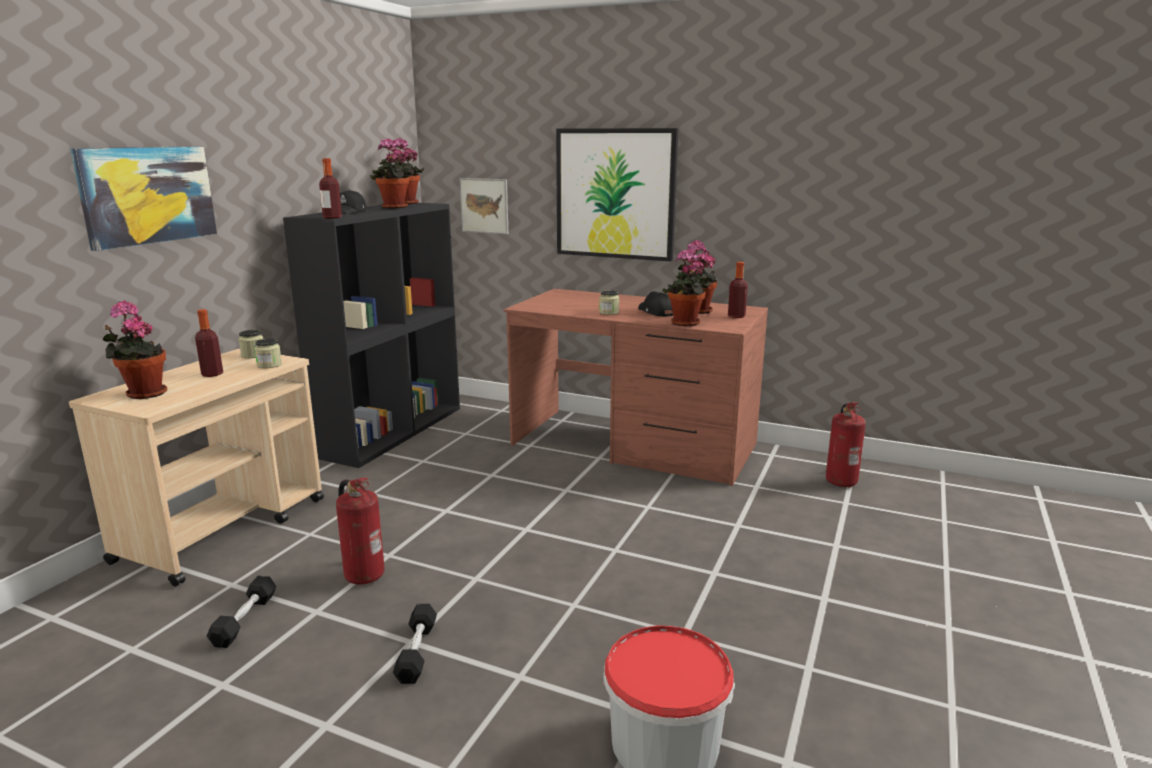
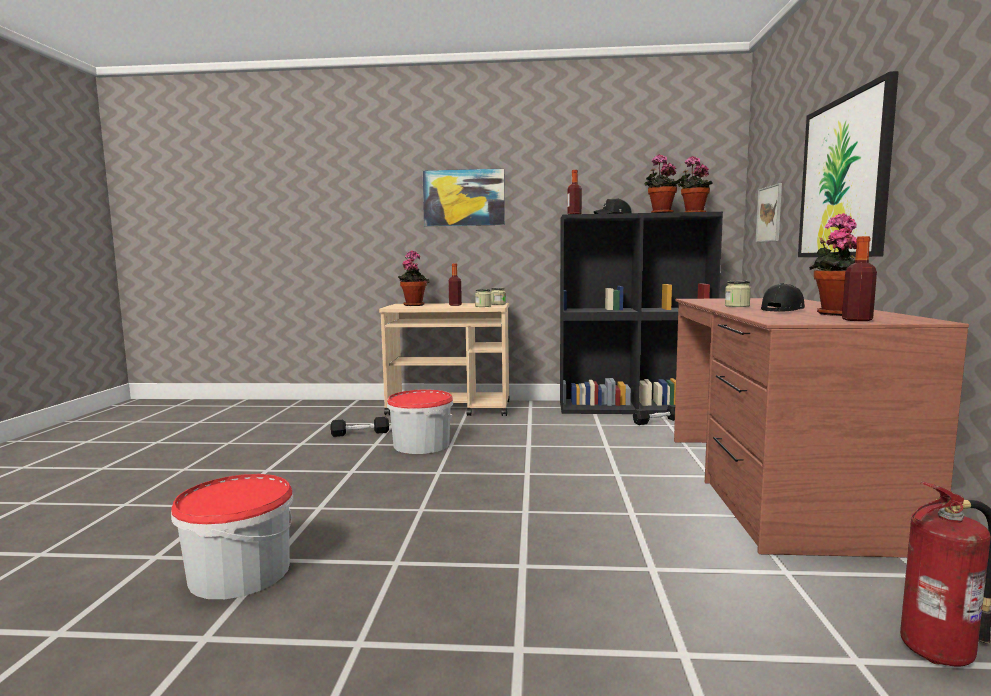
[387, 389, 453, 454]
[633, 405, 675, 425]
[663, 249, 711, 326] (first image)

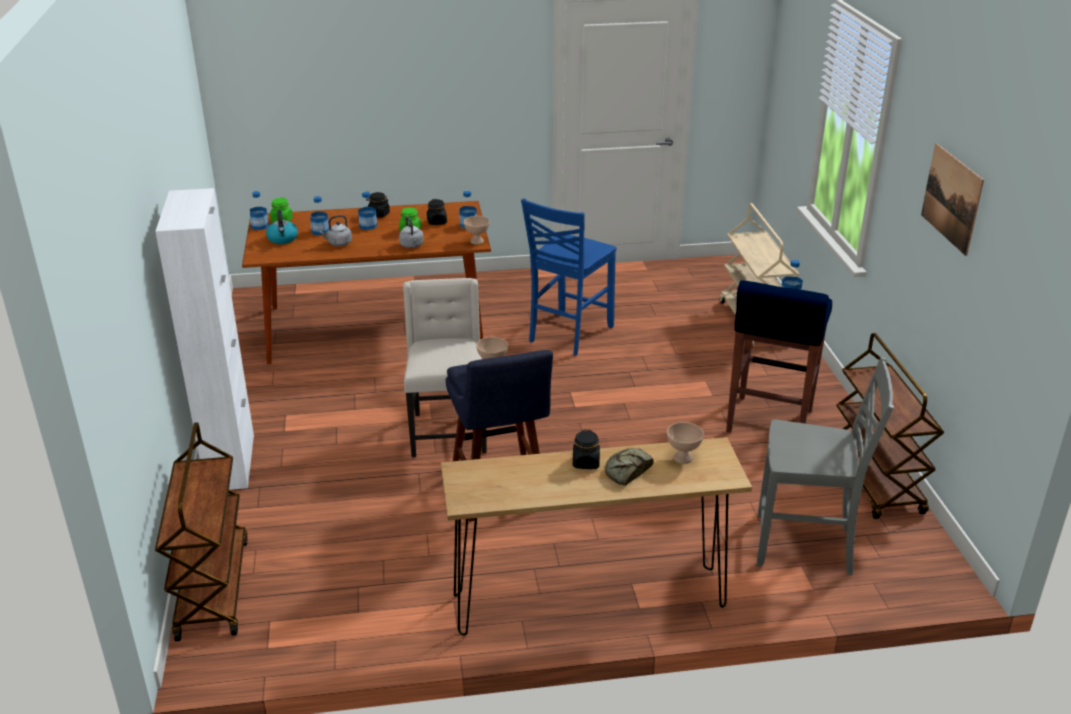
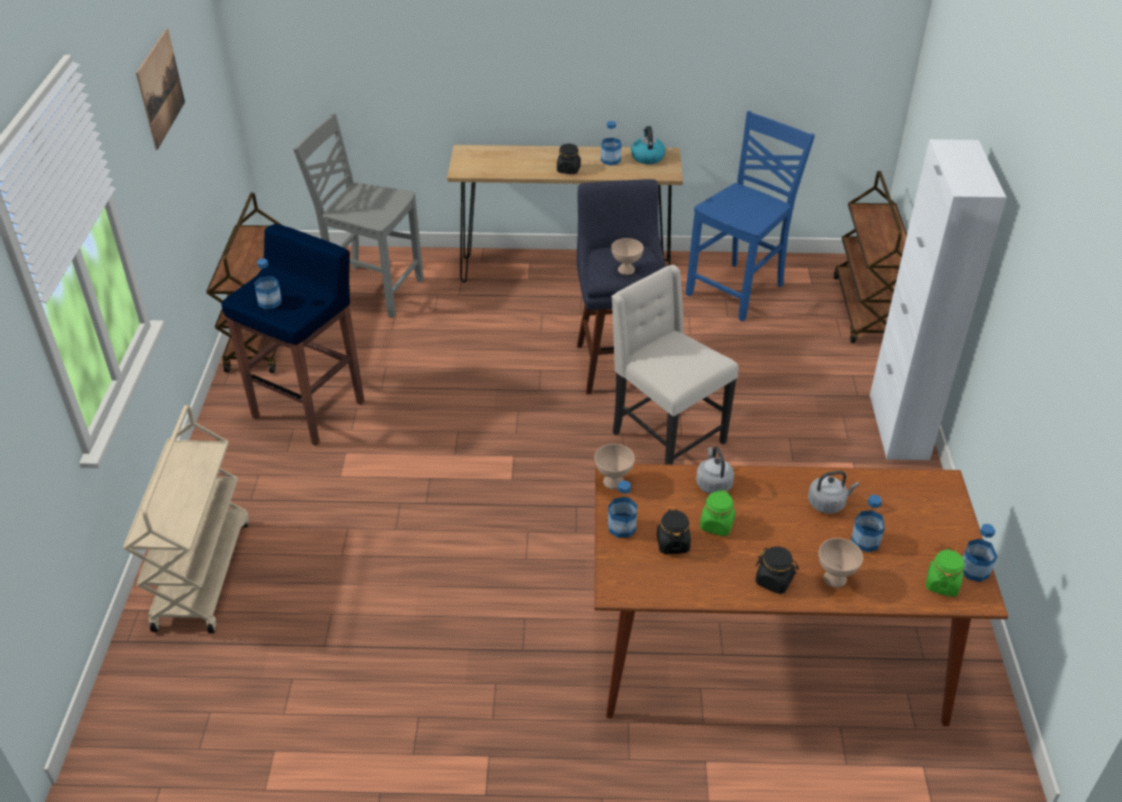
[631, 126, 665, 164]
[601, 121, 621, 166]
[612, 265, 739, 465]
[686, 111, 815, 322]
[605, 448, 654, 486] (first image)
[819, 538, 863, 588]

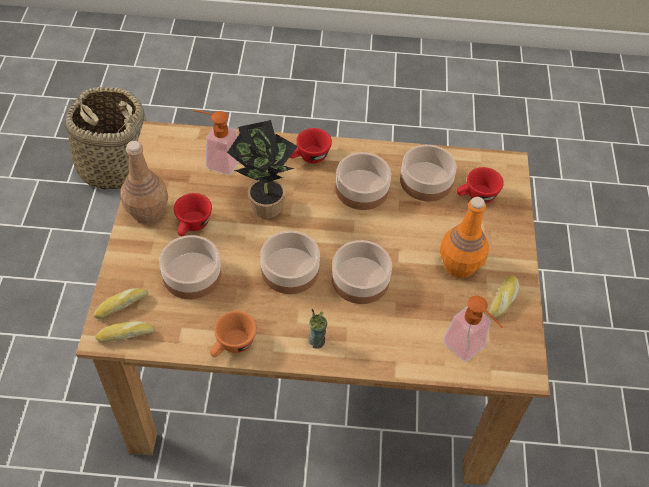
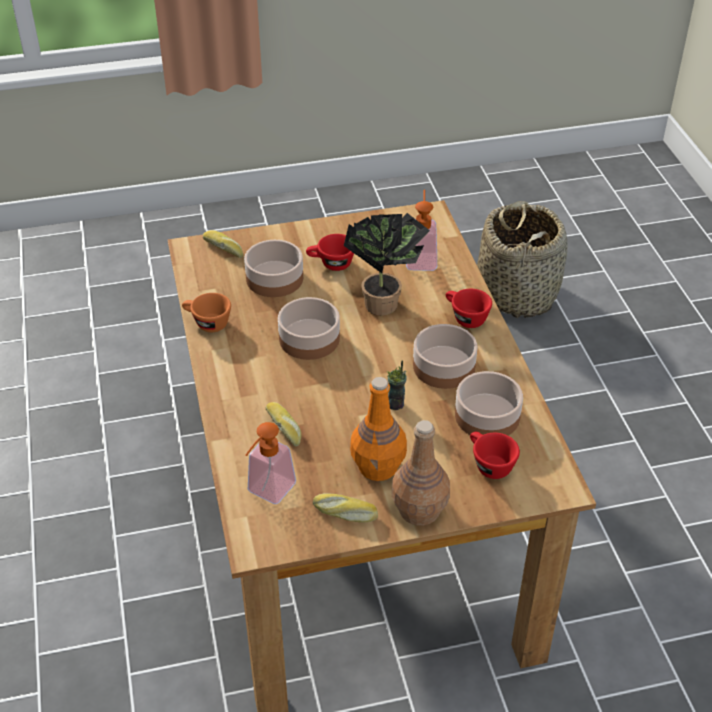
[265, 402, 301, 447]
[392, 420, 450, 526]
[387, 361, 407, 410]
[332, 240, 392, 304] (first image)

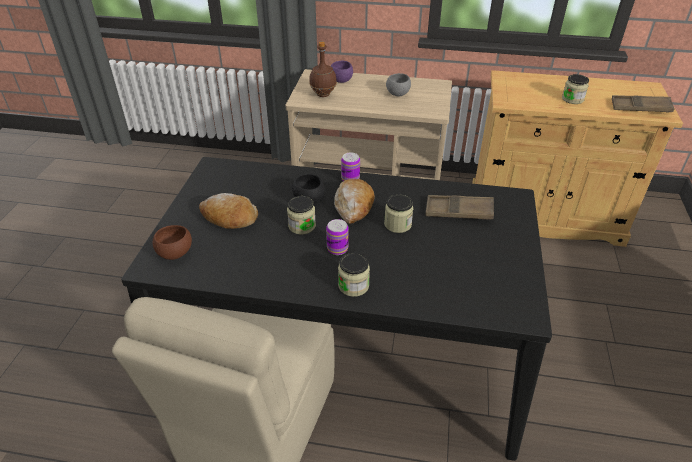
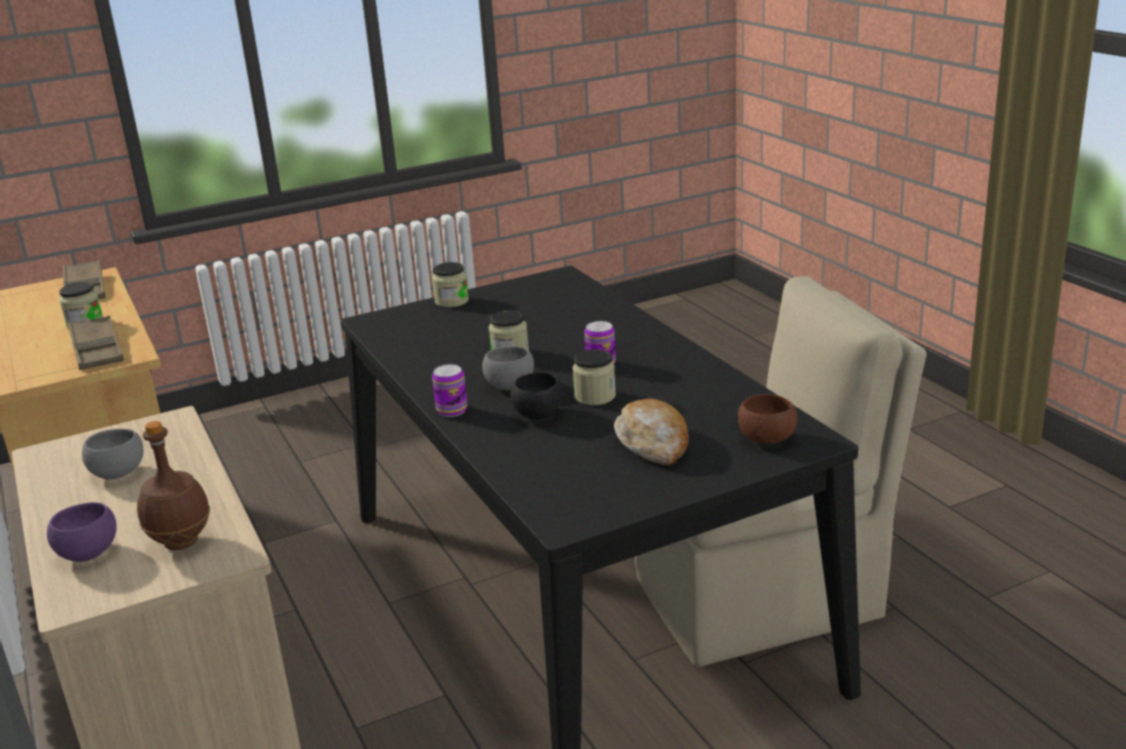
[482, 346, 534, 390]
[432, 262, 469, 308]
[68, 315, 124, 370]

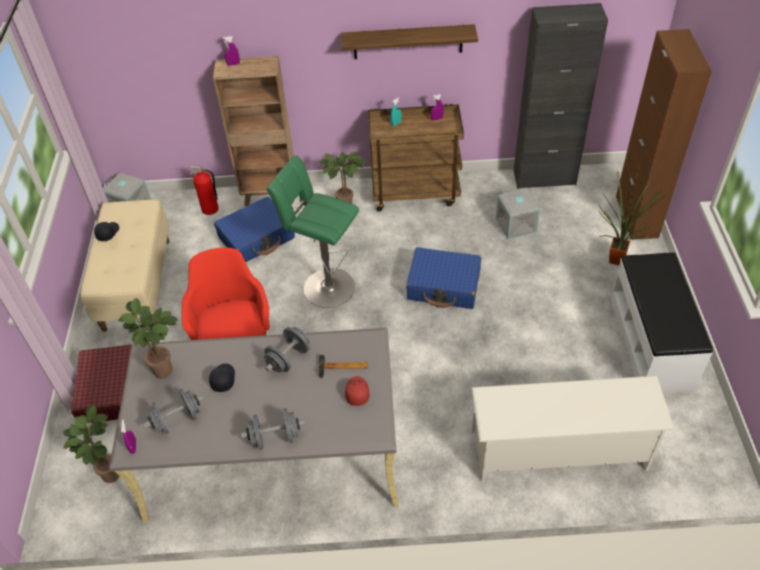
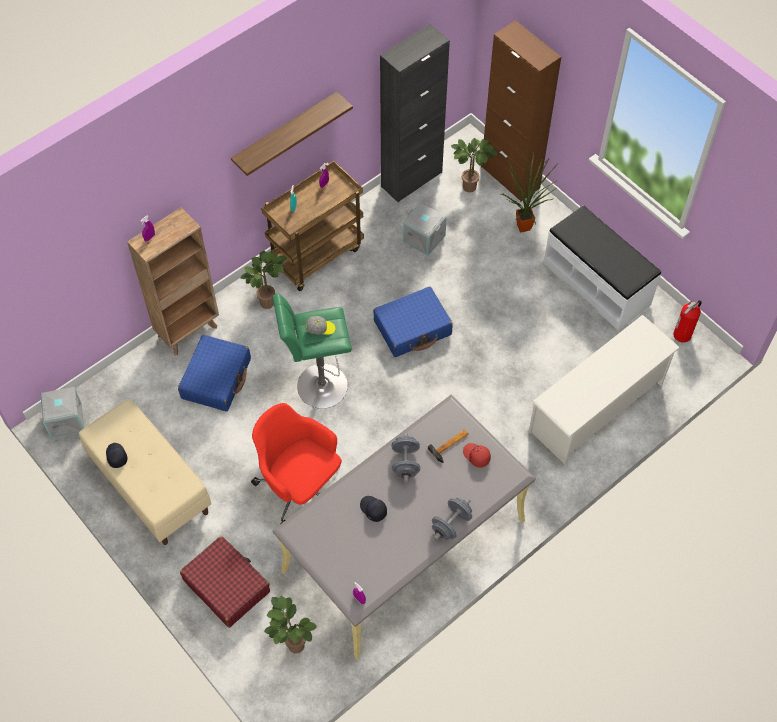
[451, 138, 497, 193]
[143, 389, 204, 434] (first image)
[673, 300, 702, 343]
[306, 316, 335, 335]

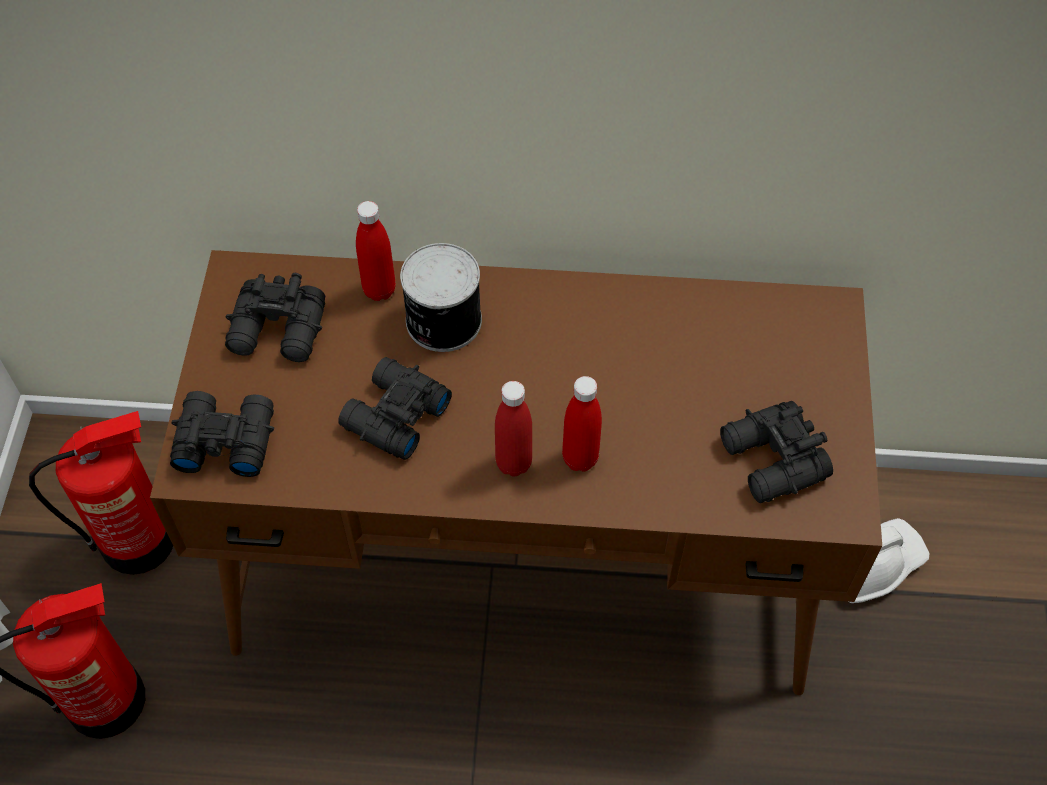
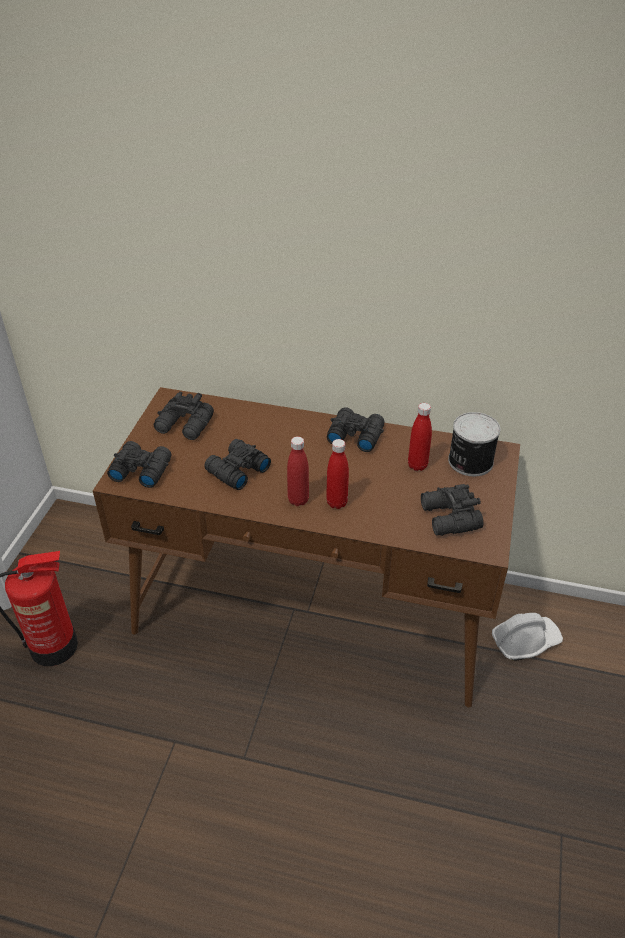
[29, 411, 173, 575] (first image)
[408, 403, 432, 471]
[448, 412, 500, 476]
[327, 407, 385, 452]

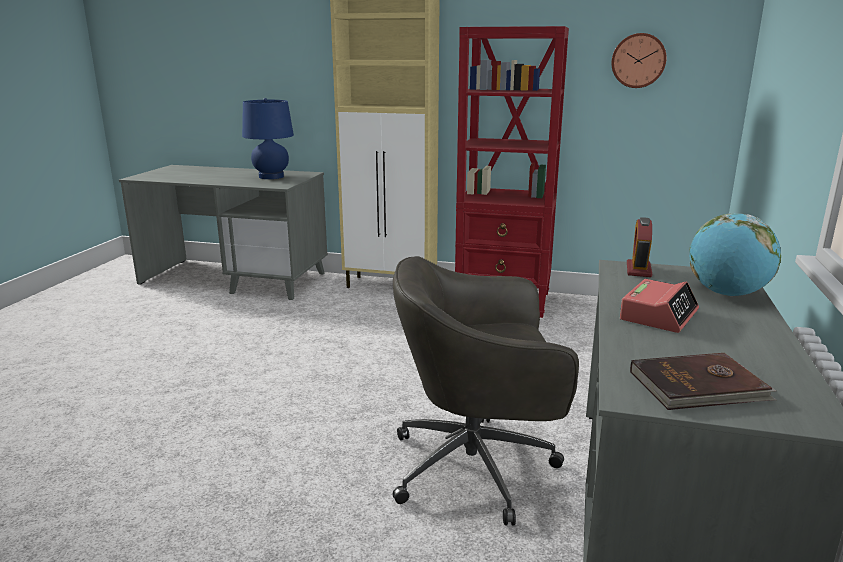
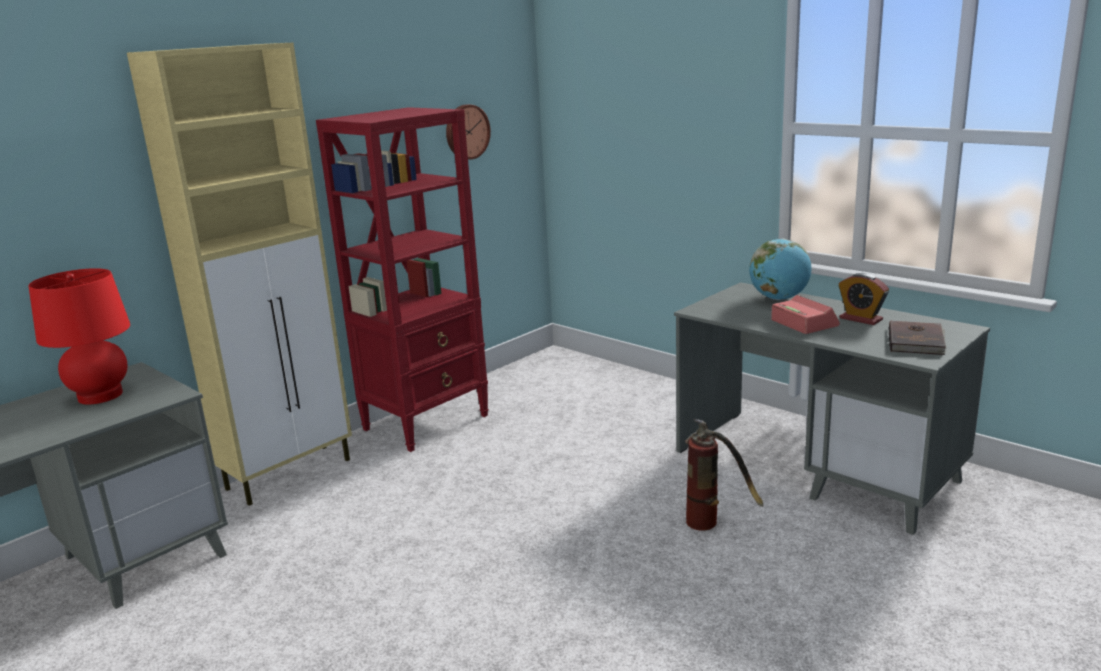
[28, 268, 130, 404]
[686, 419, 763, 531]
[838, 273, 889, 325]

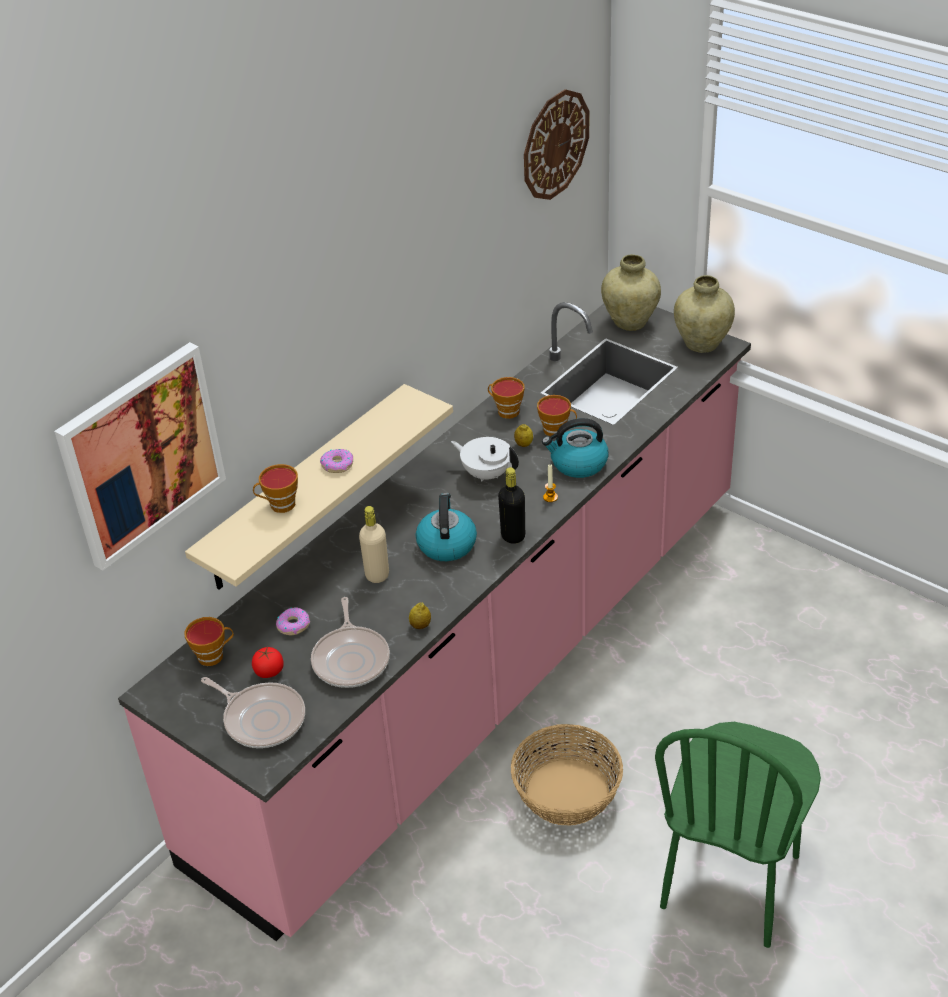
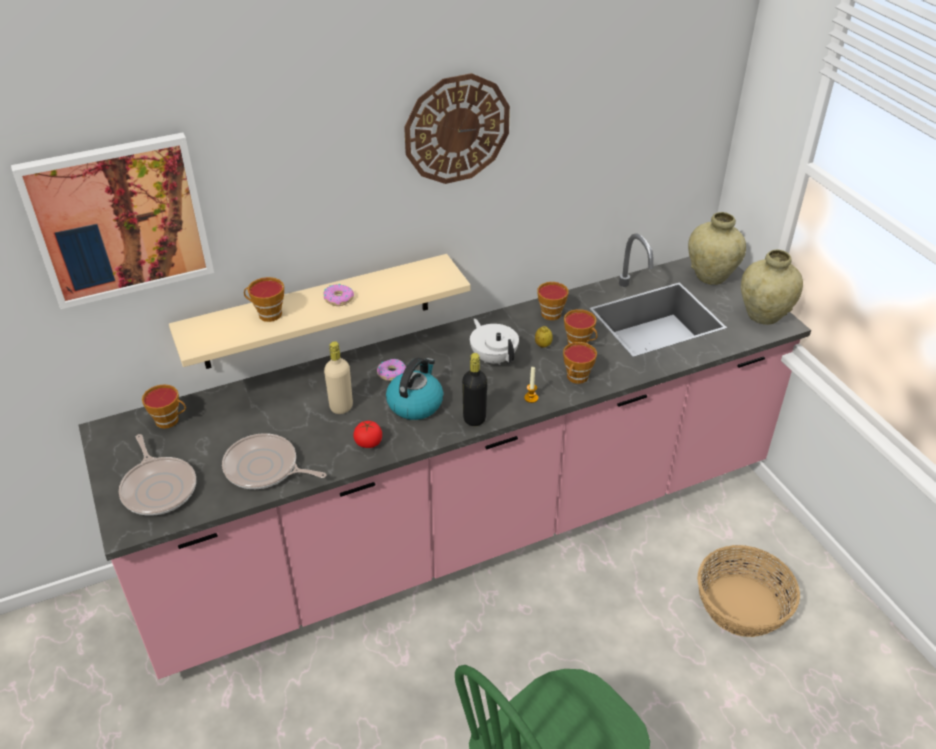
[353, 421, 382, 448]
[377, 359, 406, 381]
[222, 433, 327, 489]
[409, 603, 431, 629] (first image)
[697, 545, 800, 637]
[404, 73, 510, 184]
[563, 342, 597, 384]

